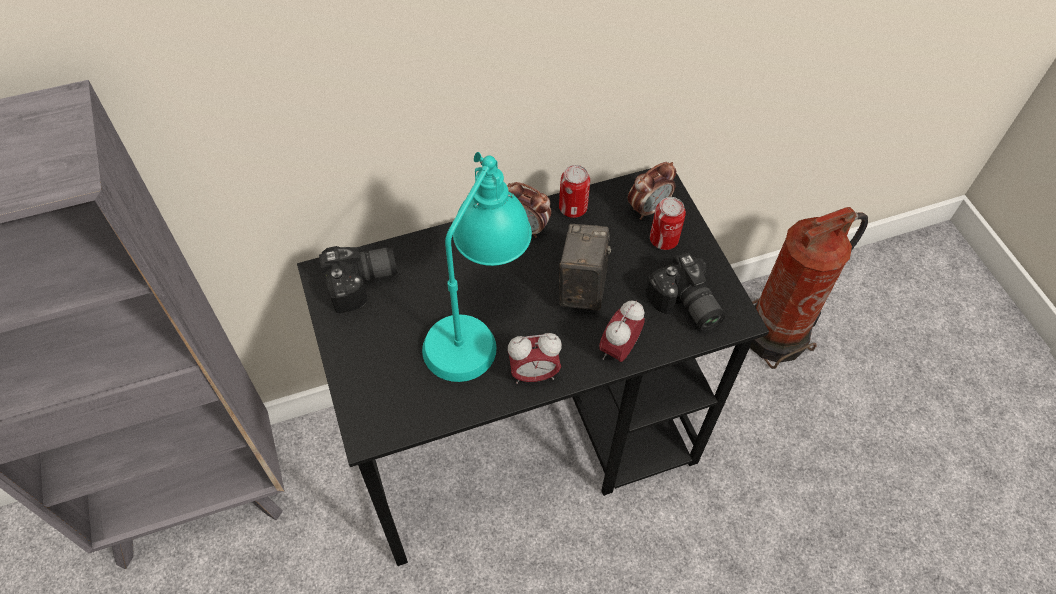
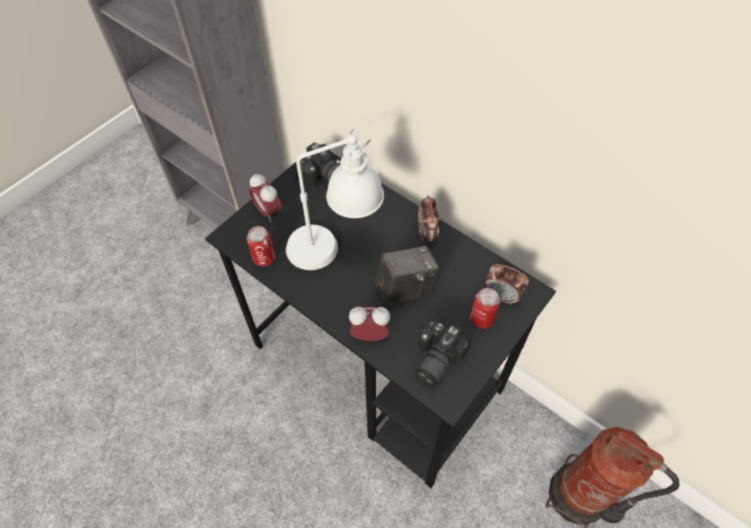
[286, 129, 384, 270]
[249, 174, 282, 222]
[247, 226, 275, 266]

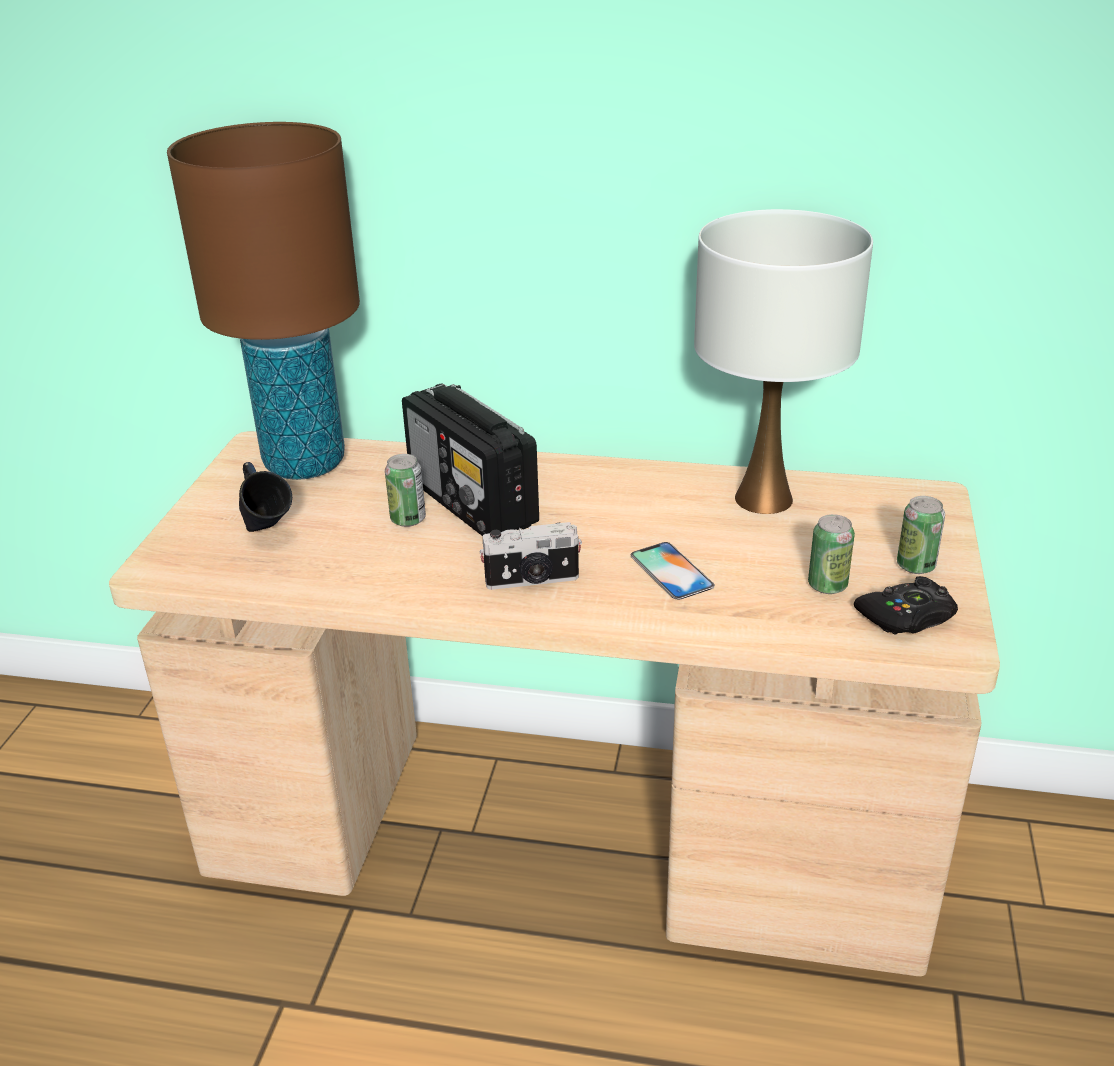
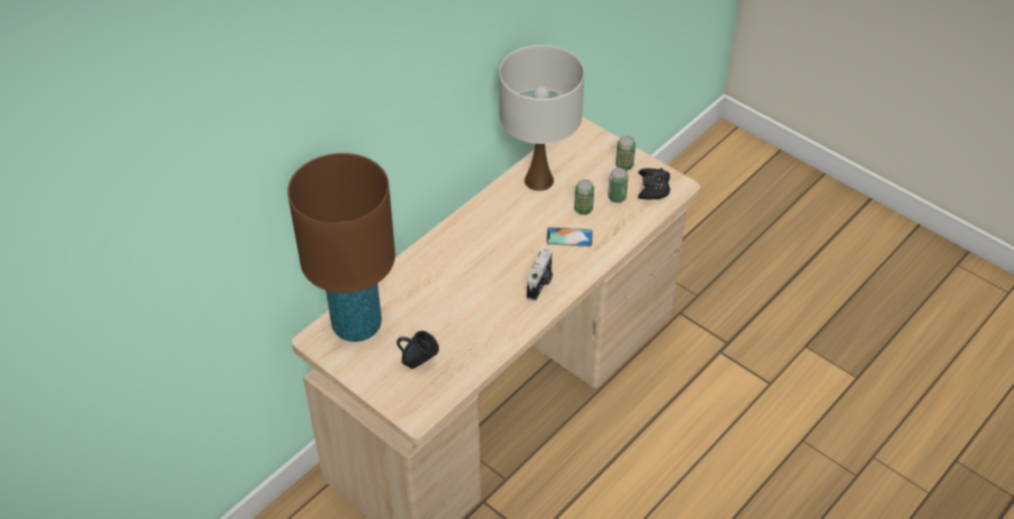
[574, 179, 594, 215]
[402, 383, 539, 536] (first image)

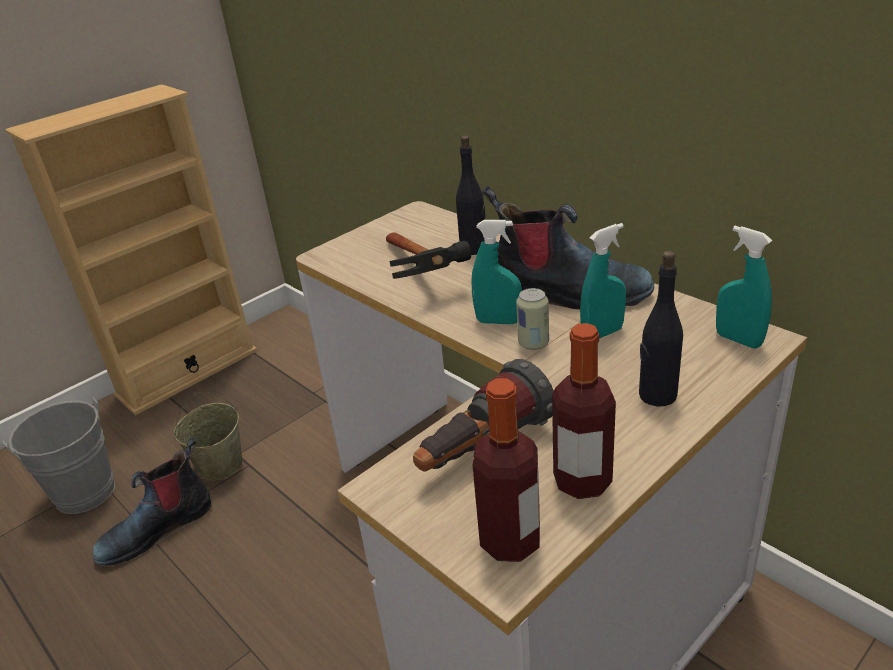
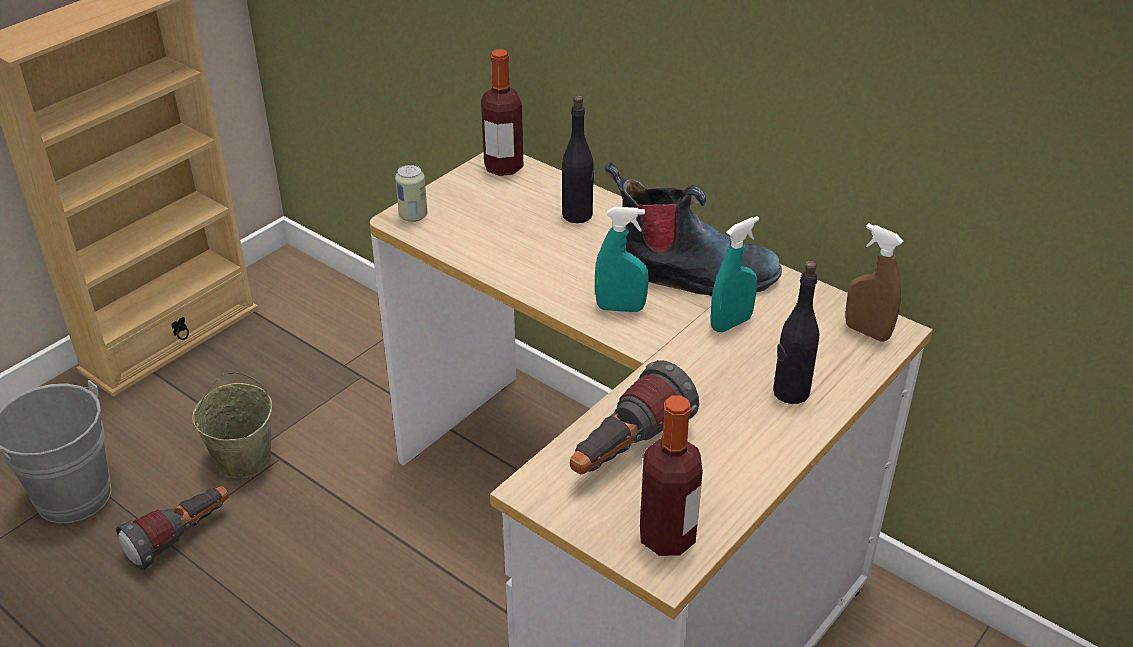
[116, 486, 229, 570]
[386, 232, 471, 279] (first image)
[395, 165, 428, 222]
[481, 49, 523, 176]
[845, 223, 904, 342]

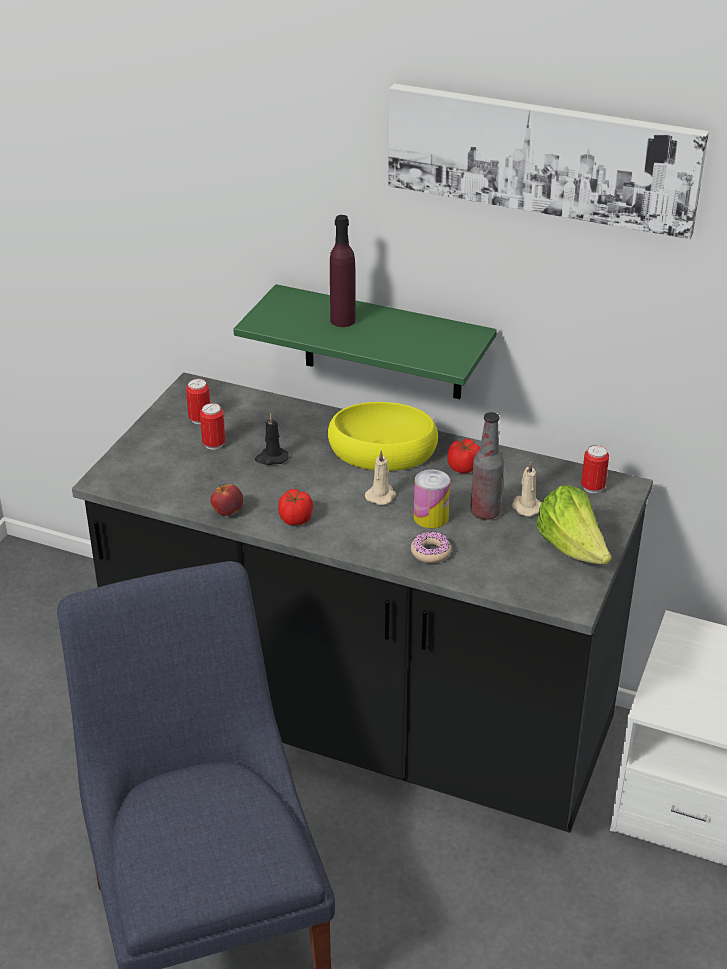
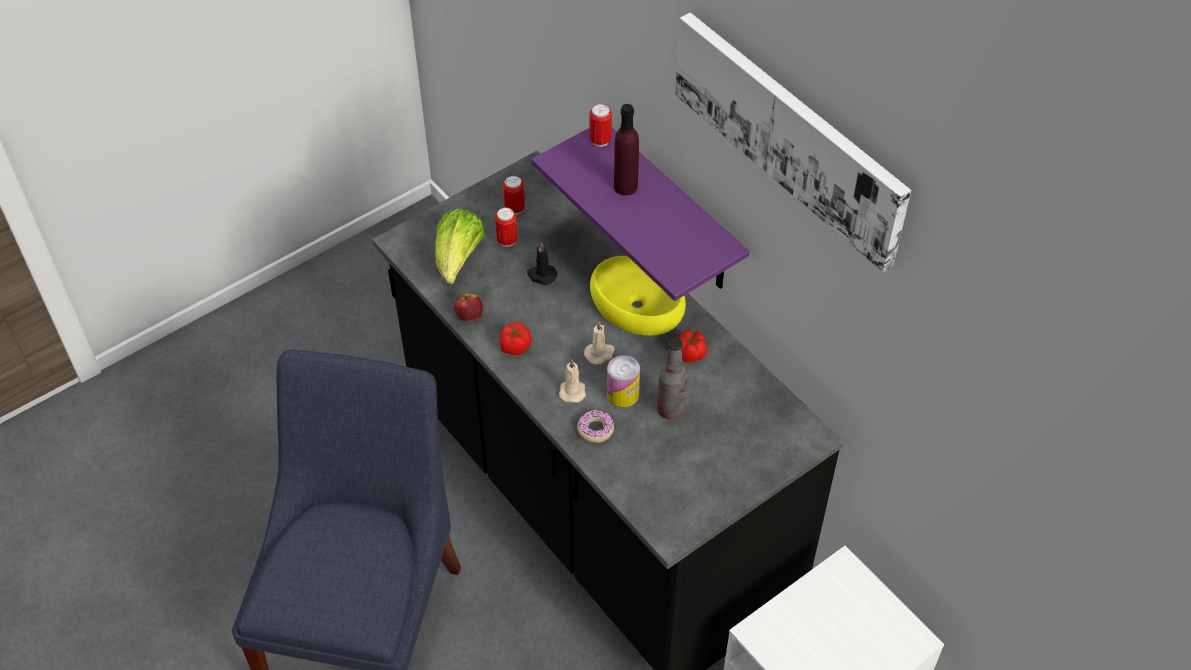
[531, 128, 749, 301]
[559, 360, 586, 403]
[435, 208, 485, 284]
[590, 104, 612, 147]

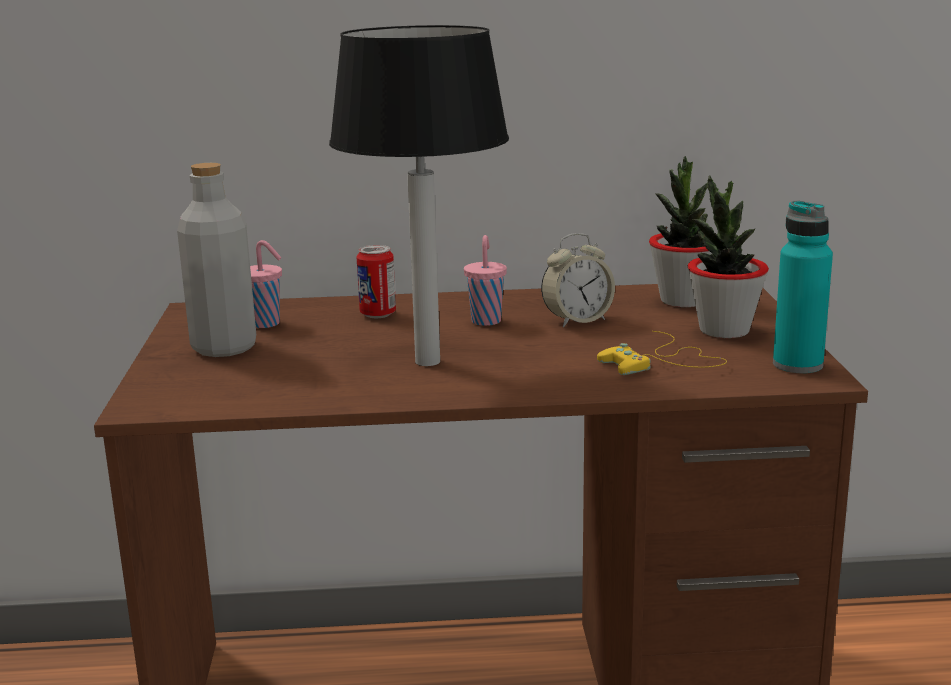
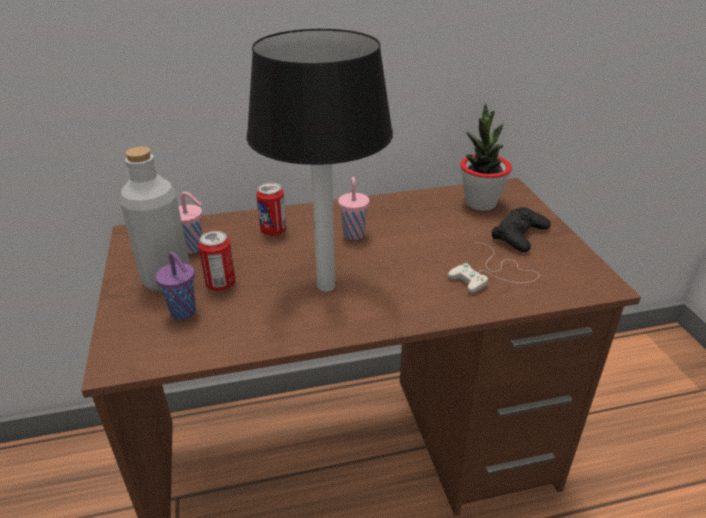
[541, 233, 615, 328] (first image)
[448, 242, 539, 293]
[492, 207, 551, 252]
[773, 201, 833, 373] (first image)
[155, 252, 196, 320]
[198, 231, 236, 291]

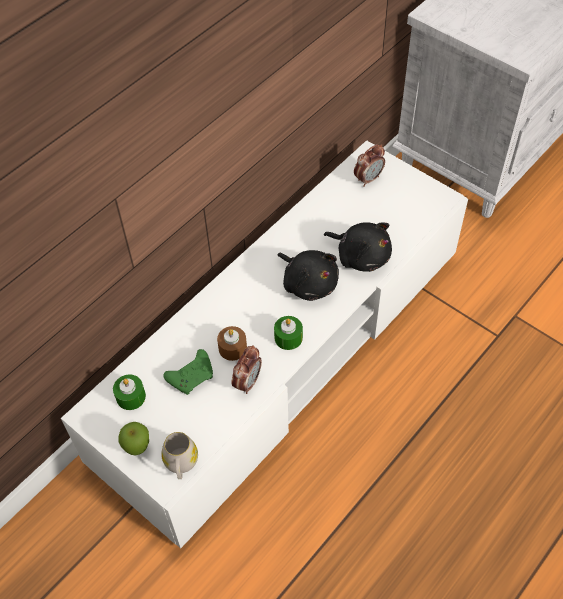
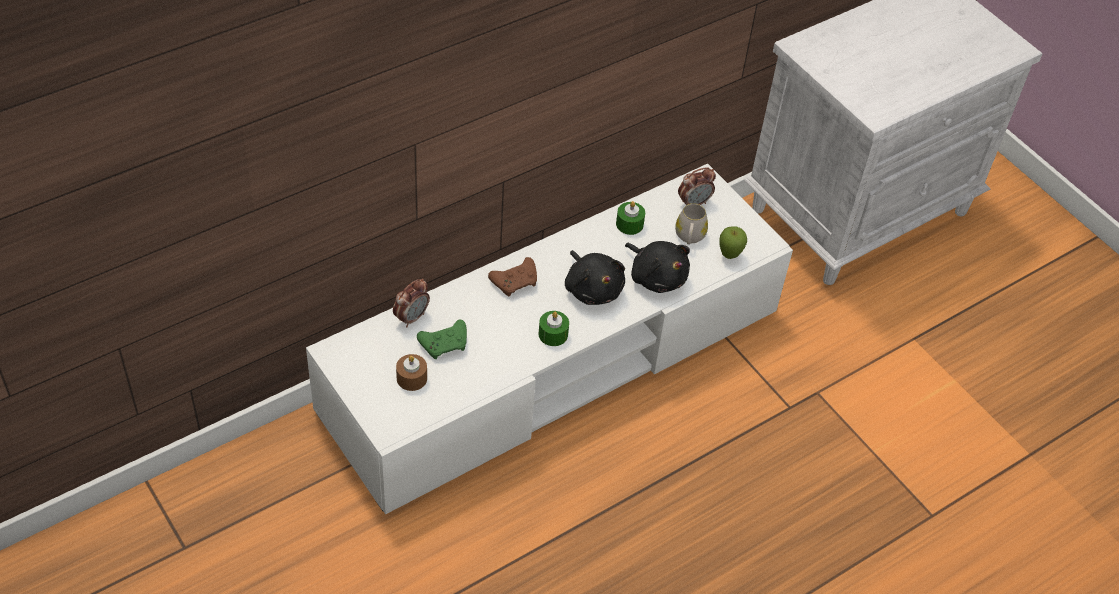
[616, 201, 645, 235]
[719, 226, 747, 259]
[675, 203, 708, 245]
[396, 354, 427, 391]
[393, 278, 430, 328]
[488, 257, 537, 296]

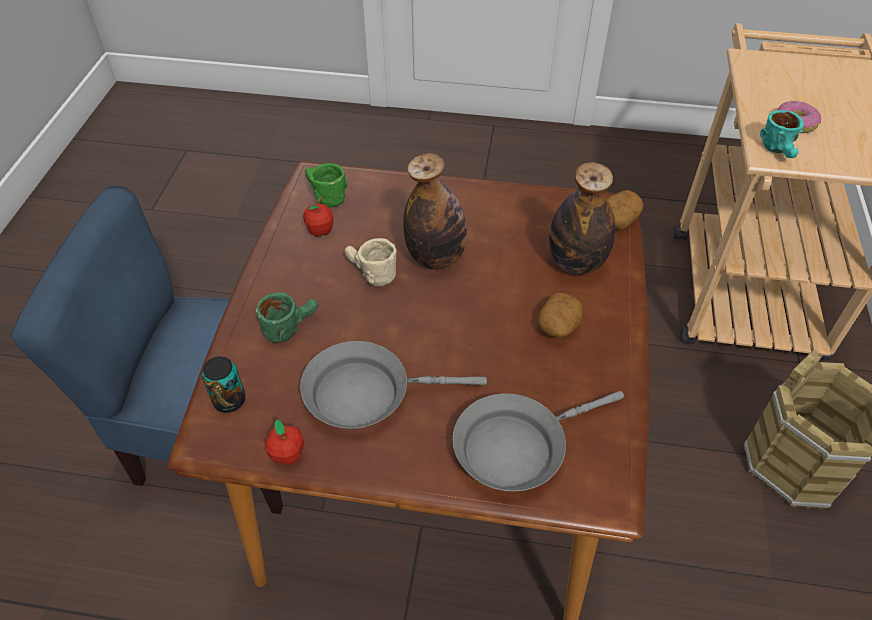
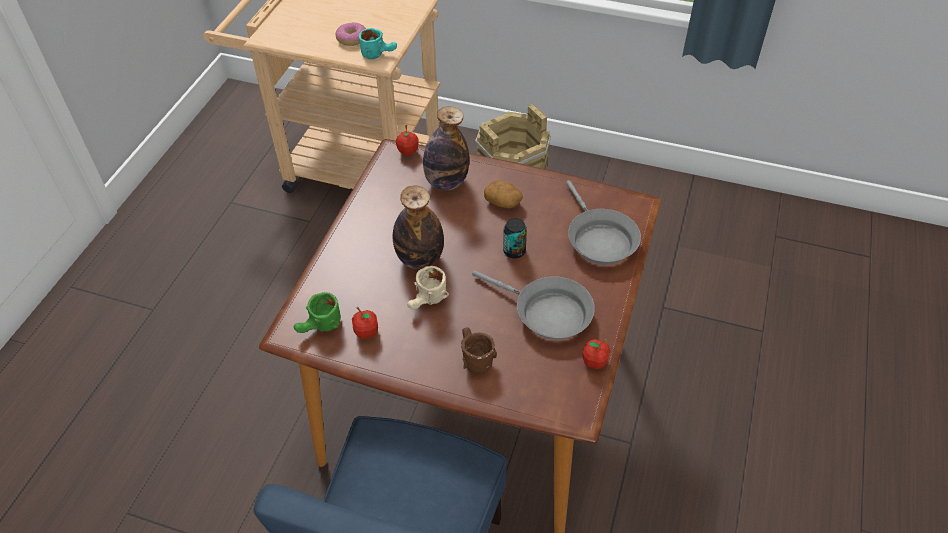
[503, 218, 527, 258]
[461, 328, 497, 374]
[472, 271, 595, 340]
[396, 125, 419, 156]

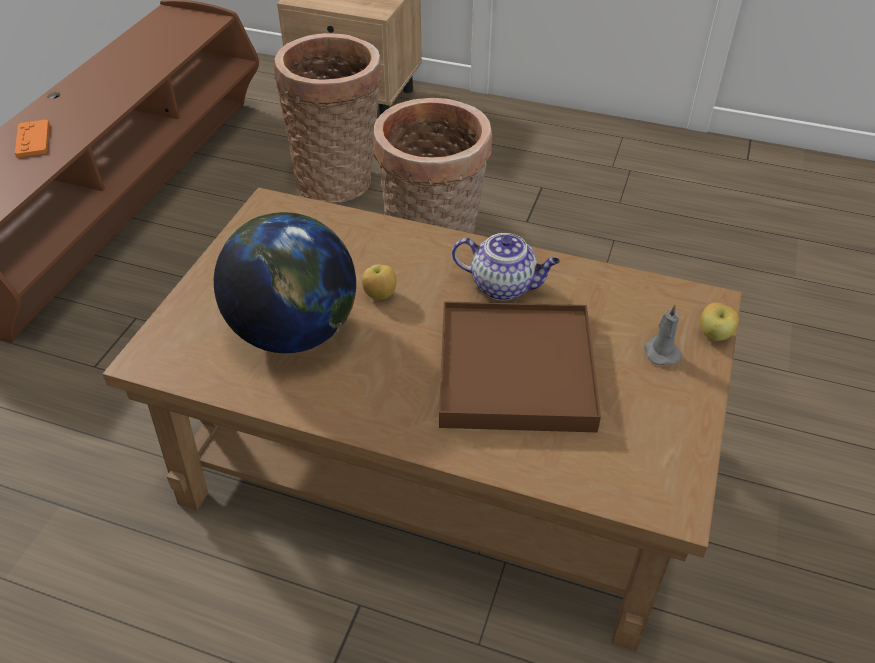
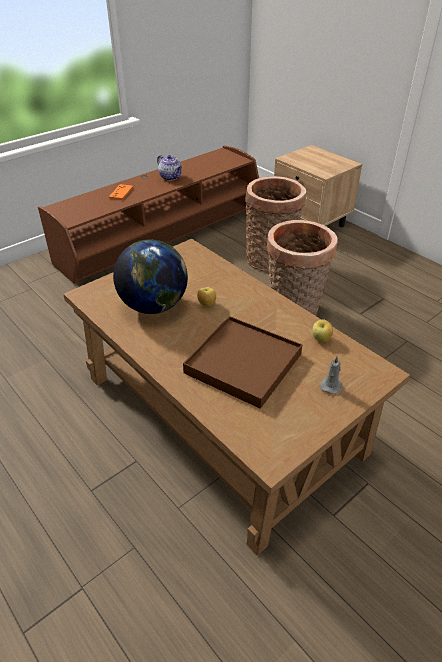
[157, 155, 182, 181]
[312, 319, 333, 342]

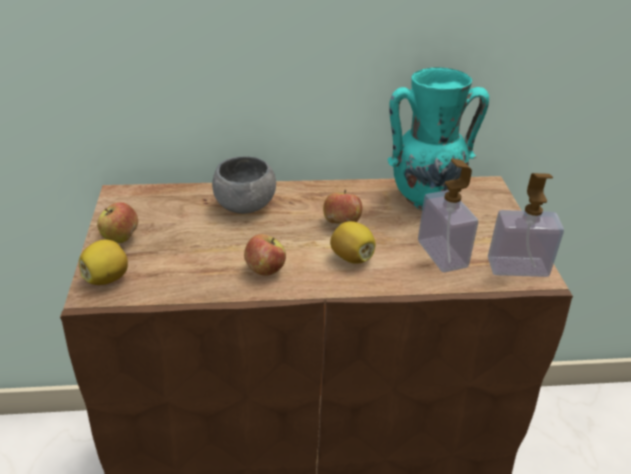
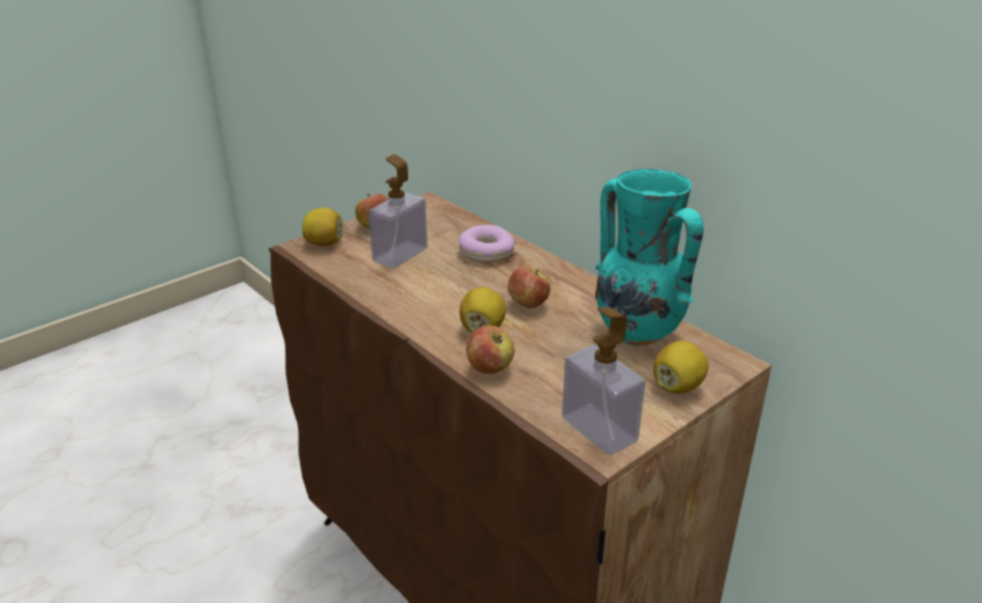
[459, 225, 515, 262]
[466, 325, 515, 374]
[368, 154, 427, 268]
[653, 341, 709, 393]

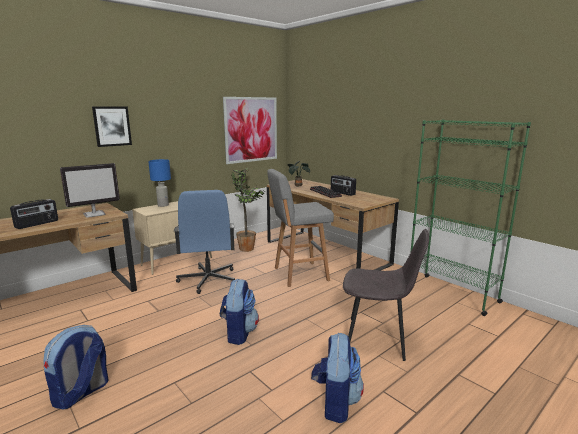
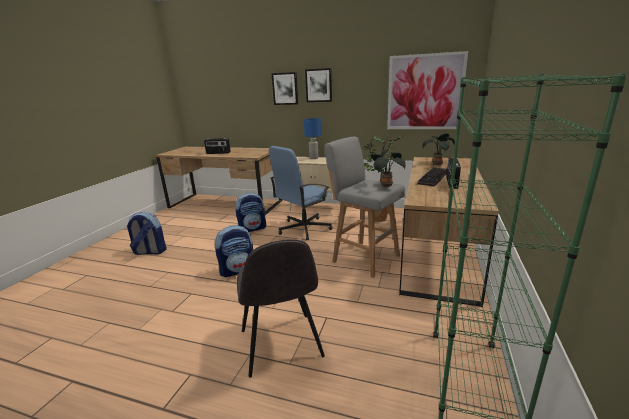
[60, 163, 120, 218] (first image)
[235, 192, 266, 232]
[305, 68, 332, 102]
[370, 149, 406, 188]

